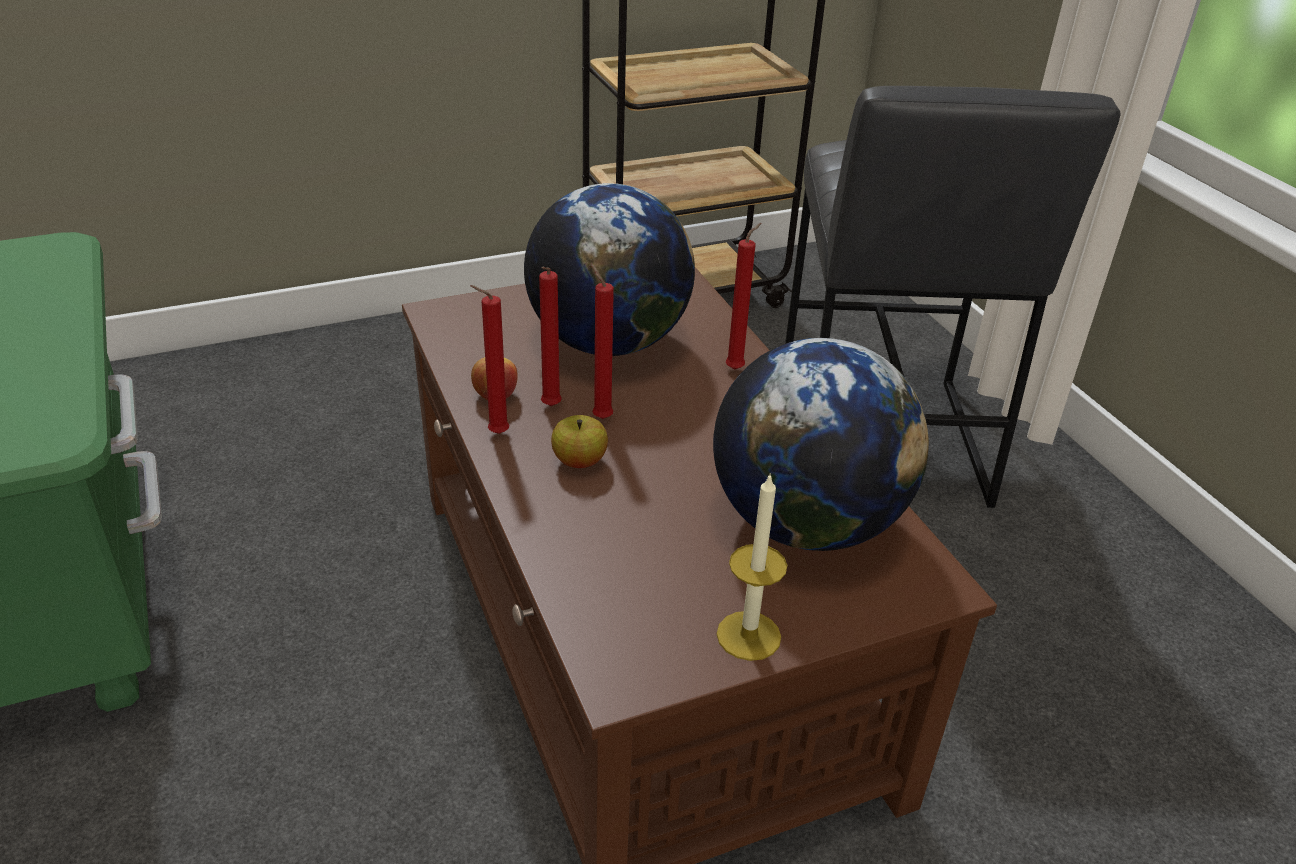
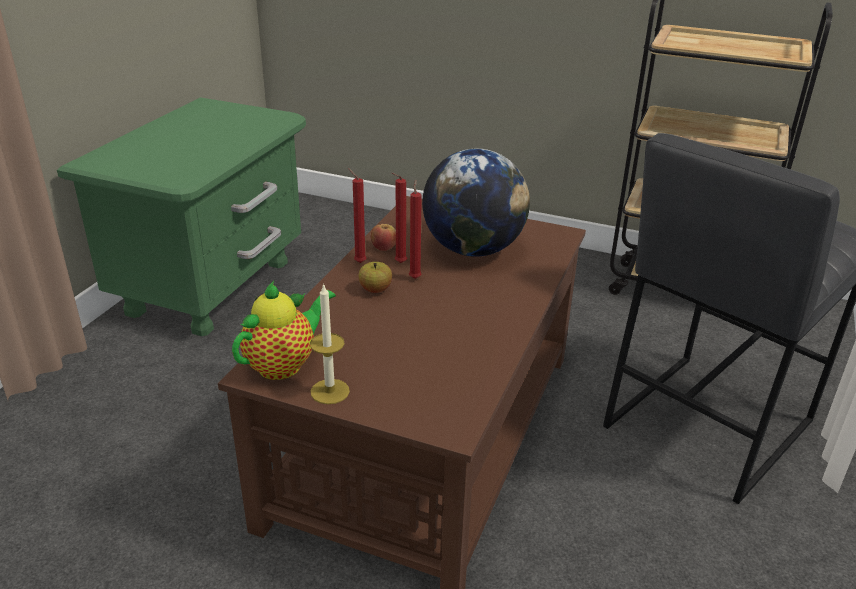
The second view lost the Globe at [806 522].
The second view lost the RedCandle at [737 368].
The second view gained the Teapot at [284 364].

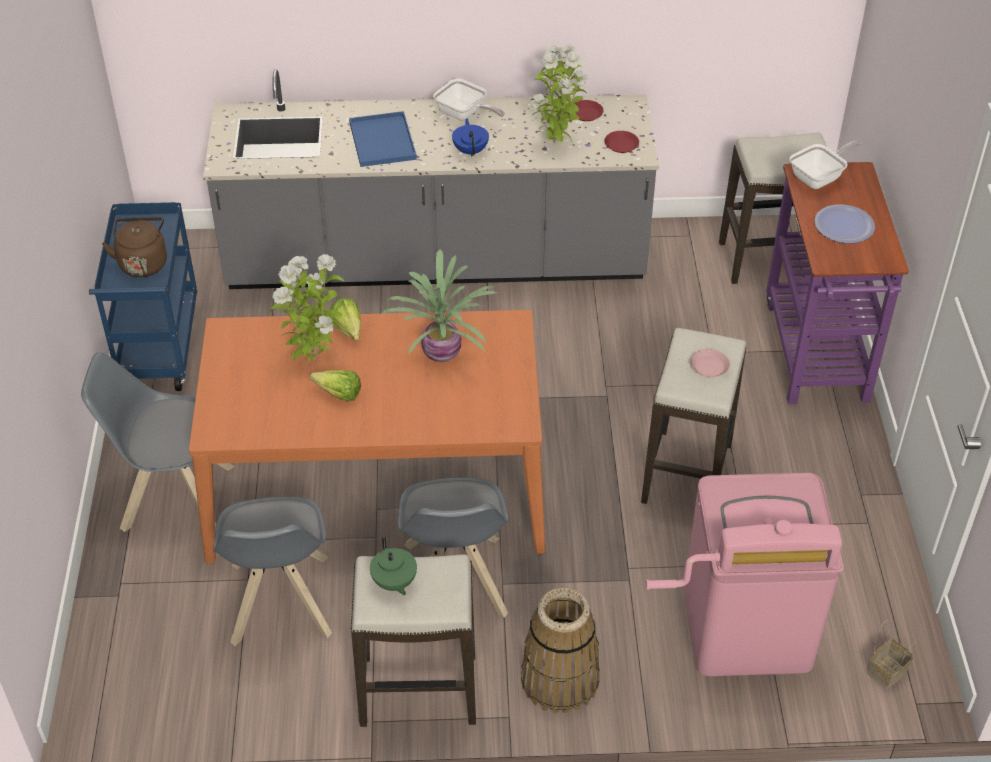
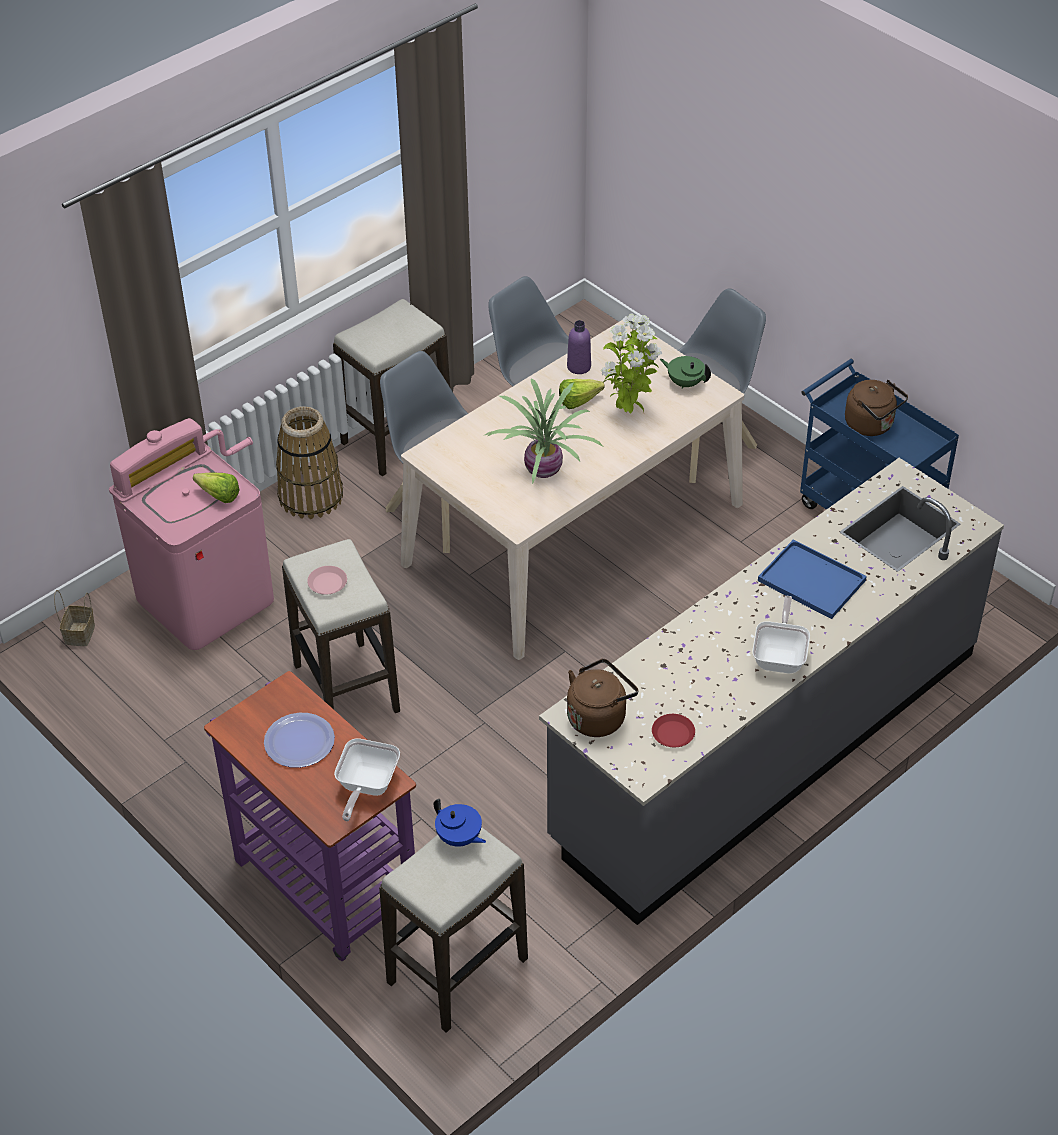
What was the OrangeDiningTable at [377 485] turned into the BeigeDiningTable at [573 533].
The Lettuce ended up elsewhere, having gone from [349 333] to [216 494].
The GreenTeapot ended up elsewhere, having gone from [394 582] to [685 383].
The FryingPan at [464 115] ended up facing another way, 105 degrees clockwise from before.
The BlueTeapot ended up elsewhere, having gone from [471 150] to [459 838].
The second view lost the PottedPlant at [556 144].
Where the RedPlate stood at [621 144], the BrownKettle came to stand at [599 716].
The second view gained the PurpleBottle at [579 367].

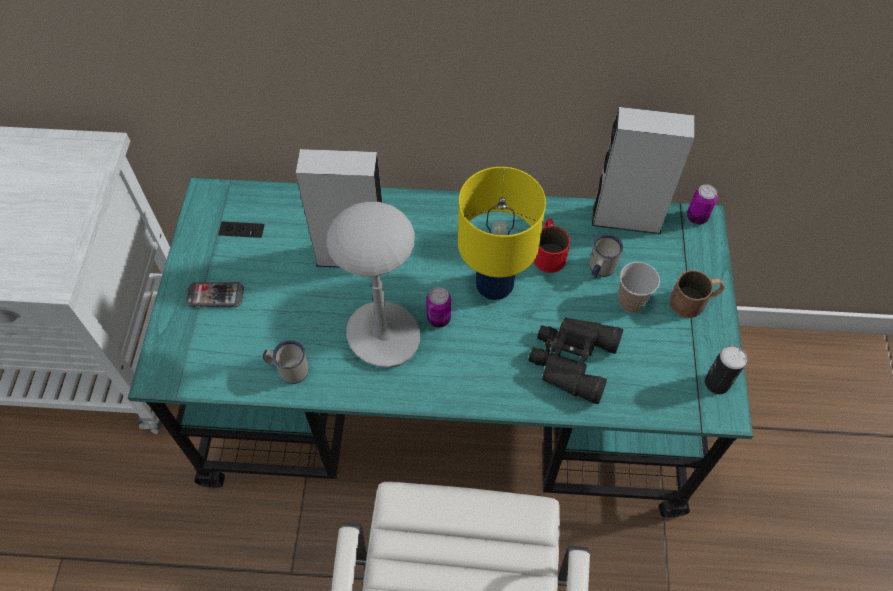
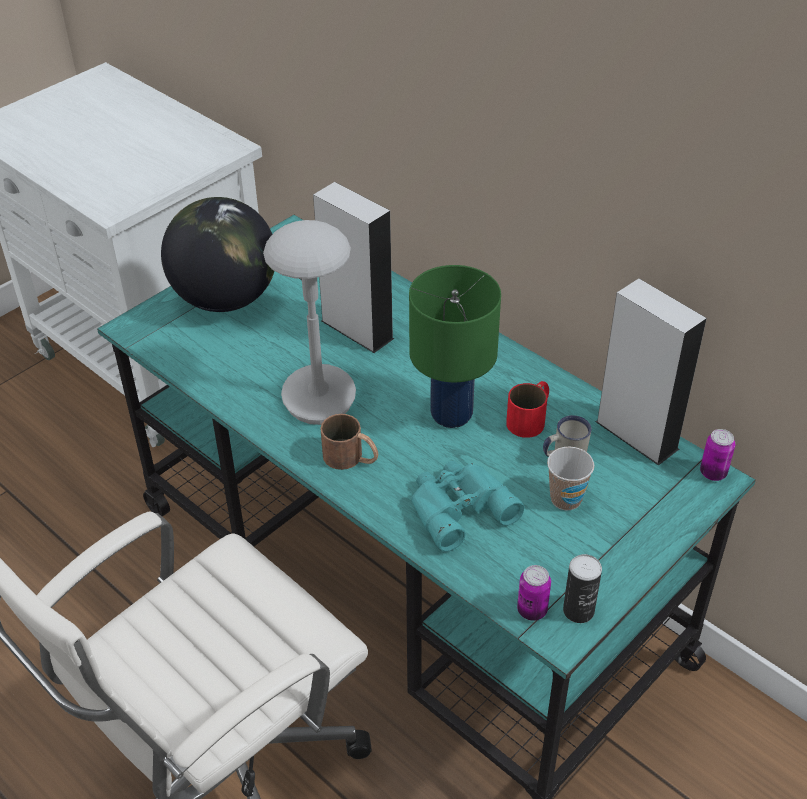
Where the Phone stood at [215 296], the Globe came to stand at [225 299].
The second view lost the WhiteMug at [289 369].
The Can ended up elsewhere, having gone from [439 319] to [532 610].
What was the YellowTableLamp at [496 285] turned into the GreenTableLamp at [454 415].
What was the BlackBinoculars at [571 359] turned into the TurquoiseBinoculars at [458 507].
The BrownMug ended up elsewhere, having gone from [695 301] to [351 458].

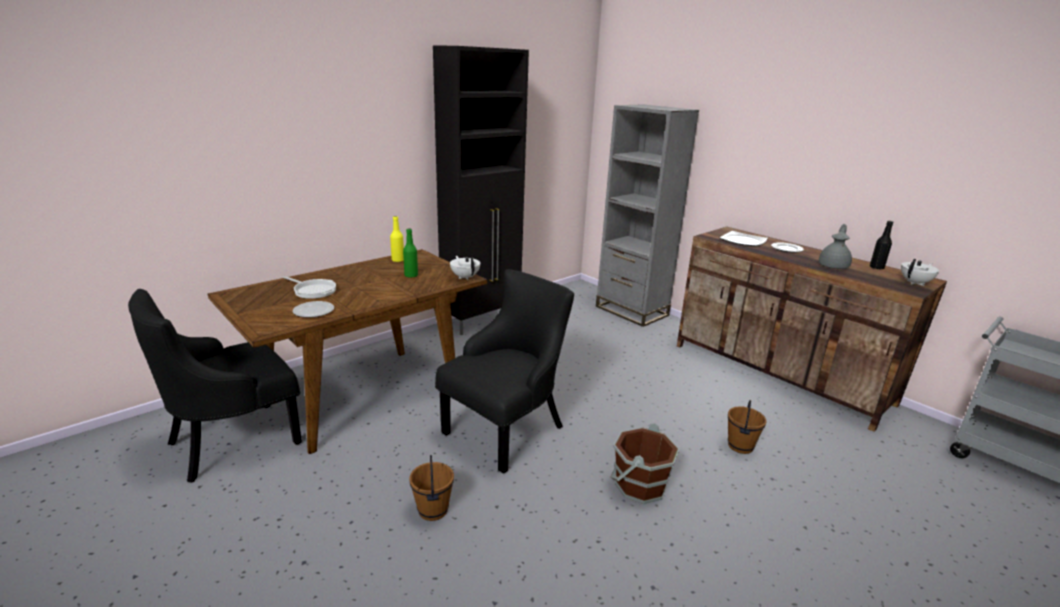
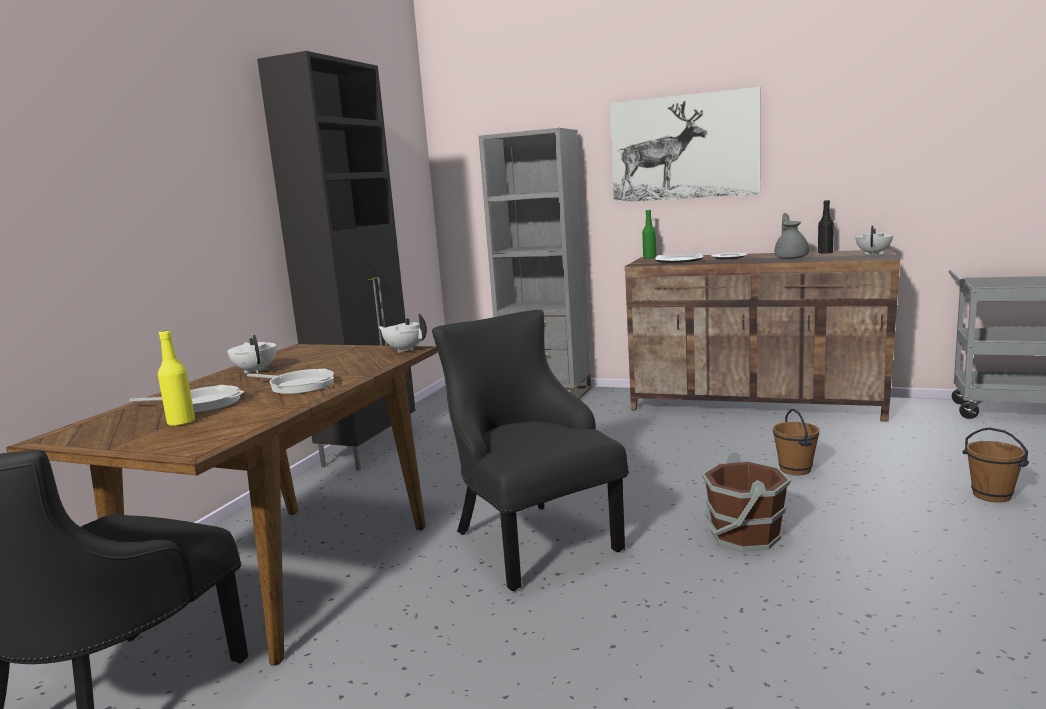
The second view lost the Plate at [314 311].
The YellowBottle ended up elsewhere, having gone from [398 260] to [181 422].
The GreenBottle ended up elsewhere, having gone from [411 275] to [649 258].
The BrownBucket ended up elsewhere, having gone from [432 510] to [991 496].
The BlackChair at [504 433] ended up facing another way, 45 degrees counterclockwise from before.
The second view gained the WhiteTeapot at [256 371].
The second view gained the FryingPan at [299 385].
The second view gained the Picture at [683 147].

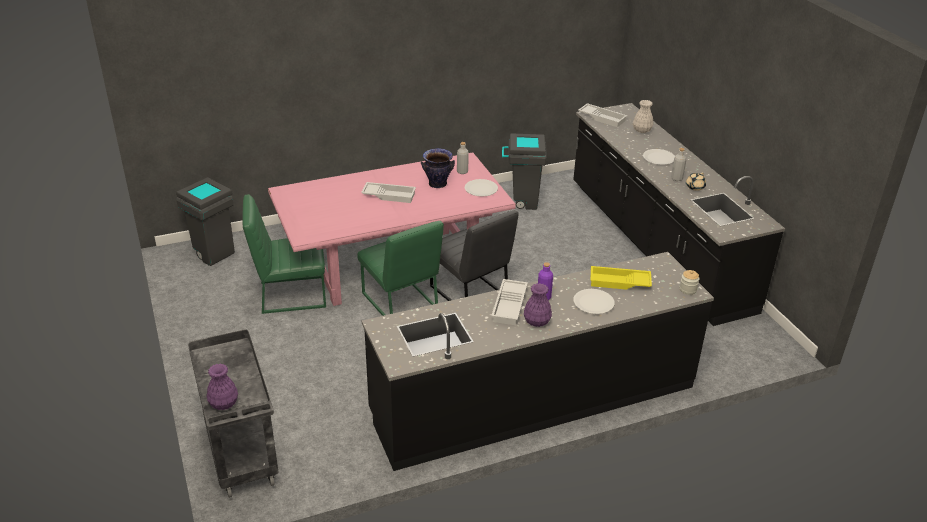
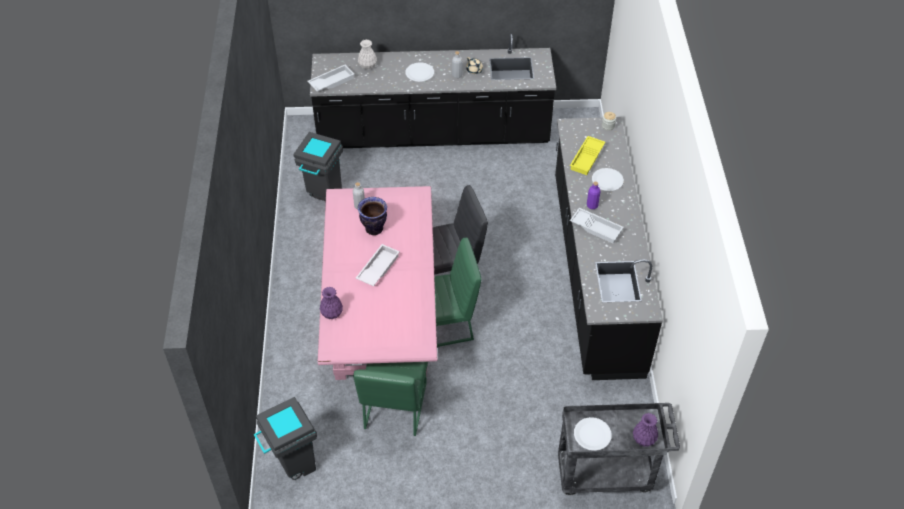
The WhitePlate ended up elsewhere, having gone from [481 189] to [592 434].
The PurpleVase ended up elsewhere, having gone from [537 322] to [332 313].

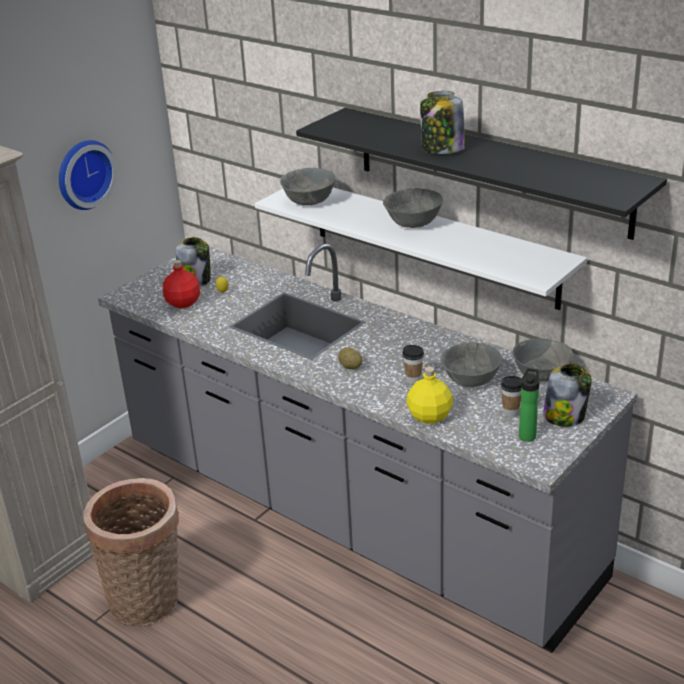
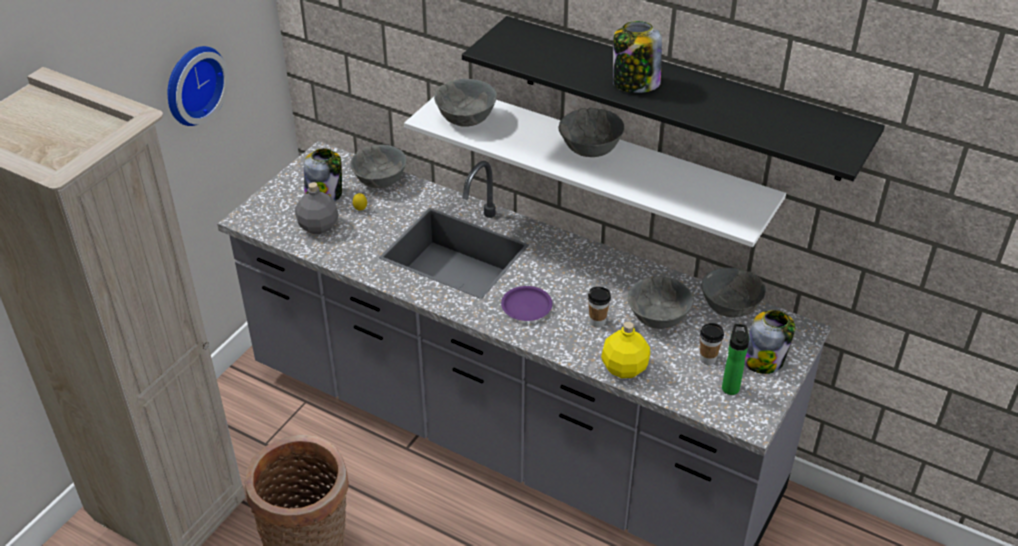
What was the RedBottle at [182 303] turned into the GreyBottle at [318 227].
Where the Potato stood at [350 367], the PurplePlate came to stand at [526 307].
The second view gained the GreyBowl at [380 181].

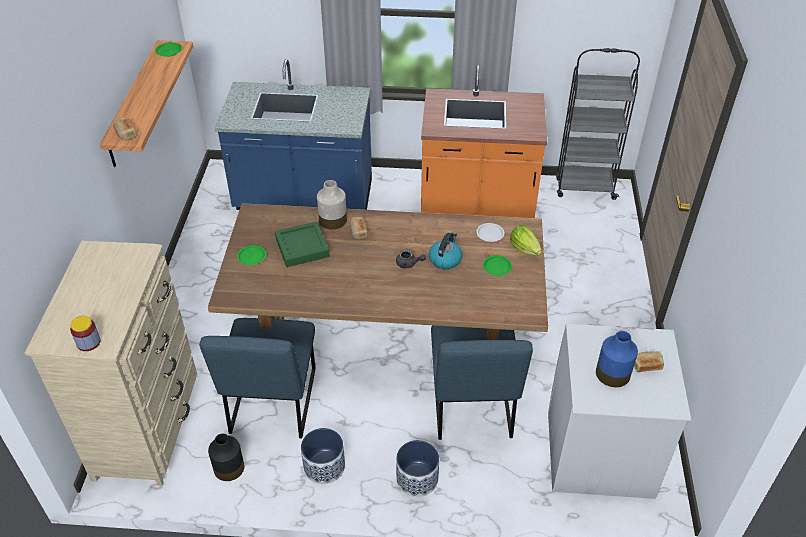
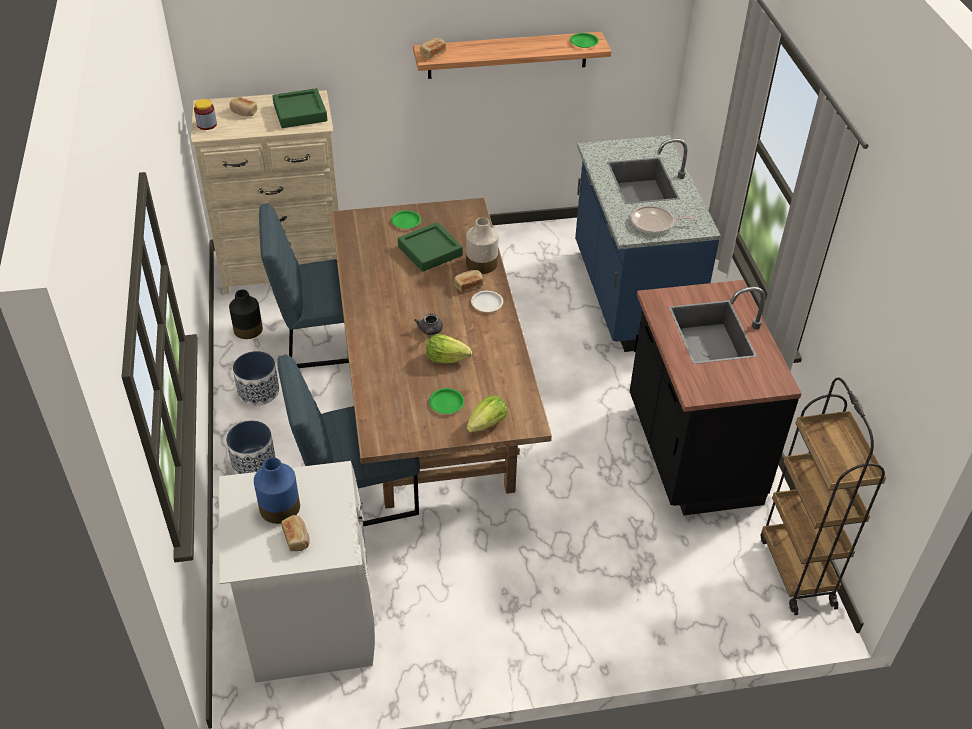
What was the OrangeCounter at [476 208] turned into the BlackCounter at [690 453].
Where the Kettle stood at [445 259], the Lettuce came to stand at [446 358].
The WhitePlate ended up elsewhere, having gone from [490 234] to [487 303].
What was the GreyCart at [584 189] turned into the BrownCart at [797 571].
The second view gained the Bread at [243 112].
The second view gained the GreenTray at [300 113].
The second view gained the FryingPan at [654 224].

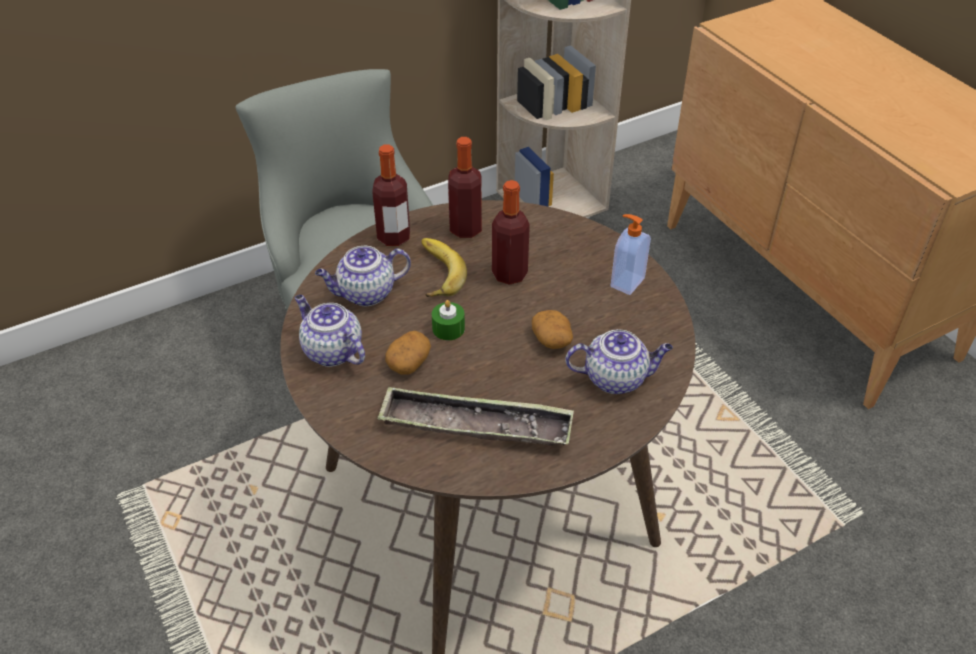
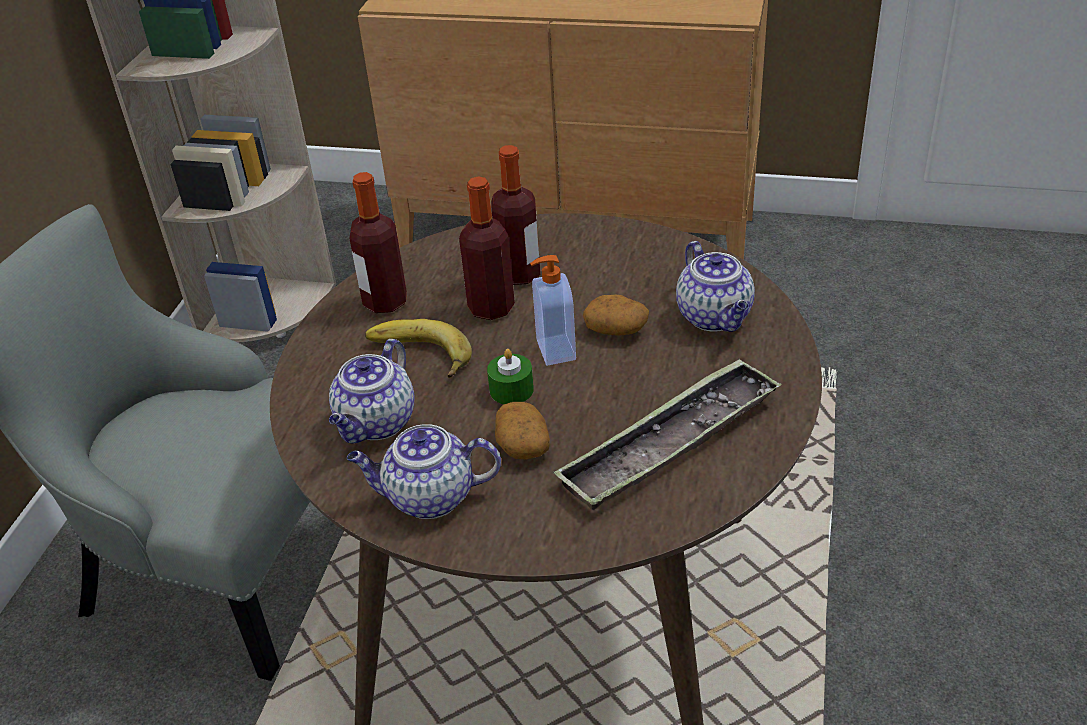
The Bottle ended up elsewhere, having gone from [394 237] to [519 274].
The Teapot at [616 378] ended up facing another way, 120 degrees clockwise from before.
The SoapDispenser ended up elsewhere, having gone from [626 282] to [554 350].

